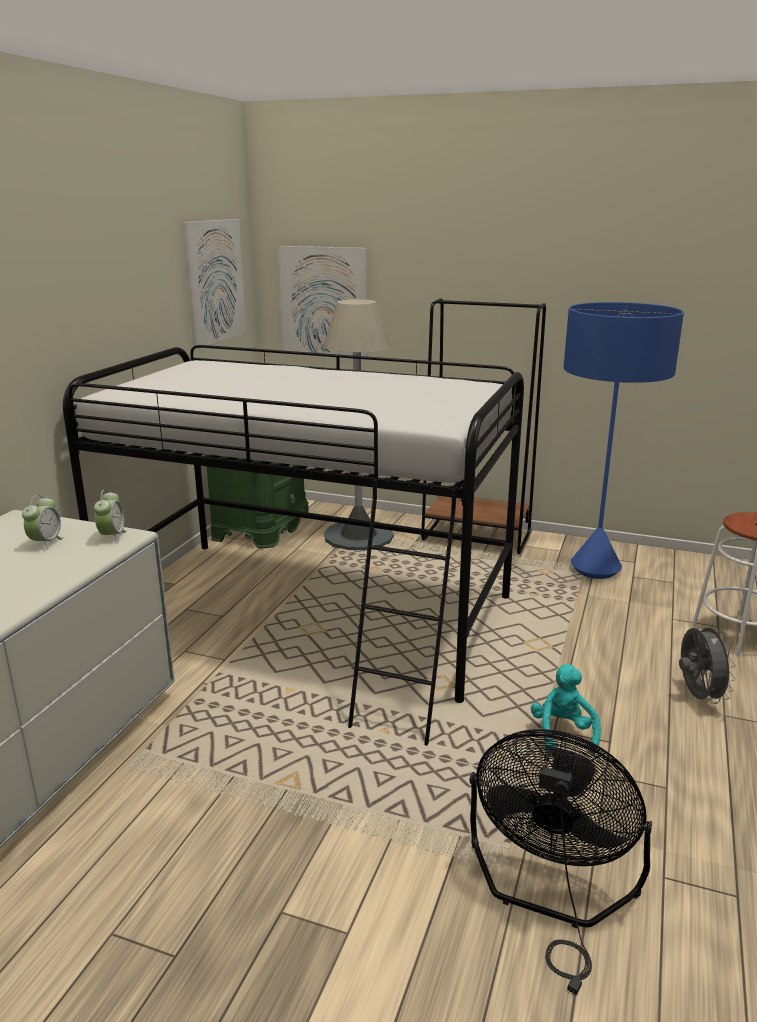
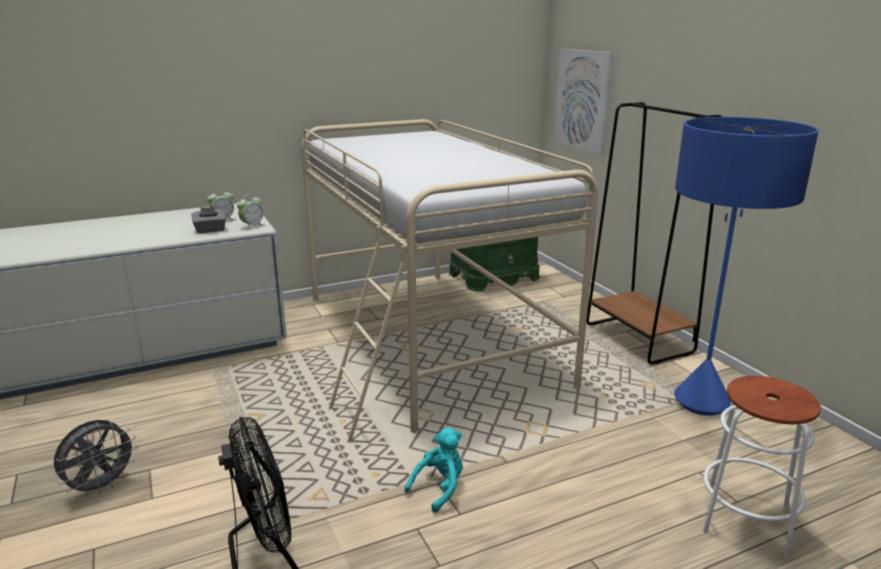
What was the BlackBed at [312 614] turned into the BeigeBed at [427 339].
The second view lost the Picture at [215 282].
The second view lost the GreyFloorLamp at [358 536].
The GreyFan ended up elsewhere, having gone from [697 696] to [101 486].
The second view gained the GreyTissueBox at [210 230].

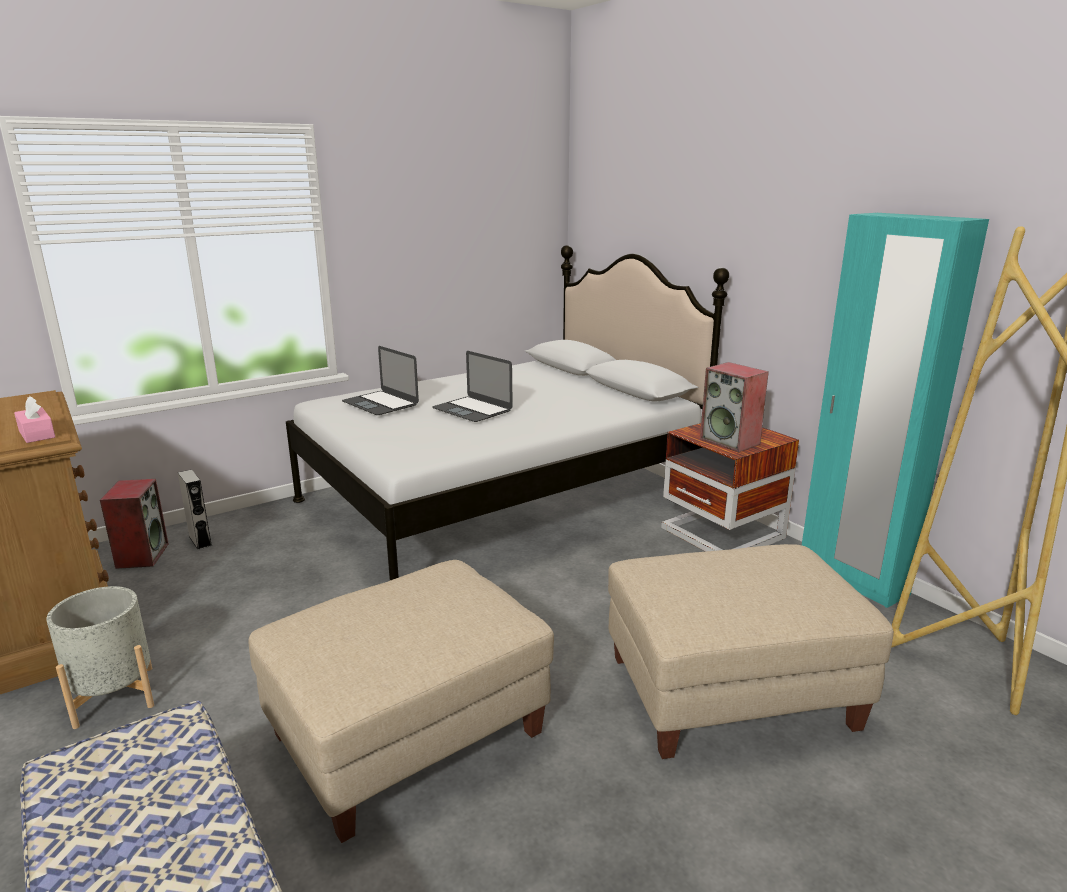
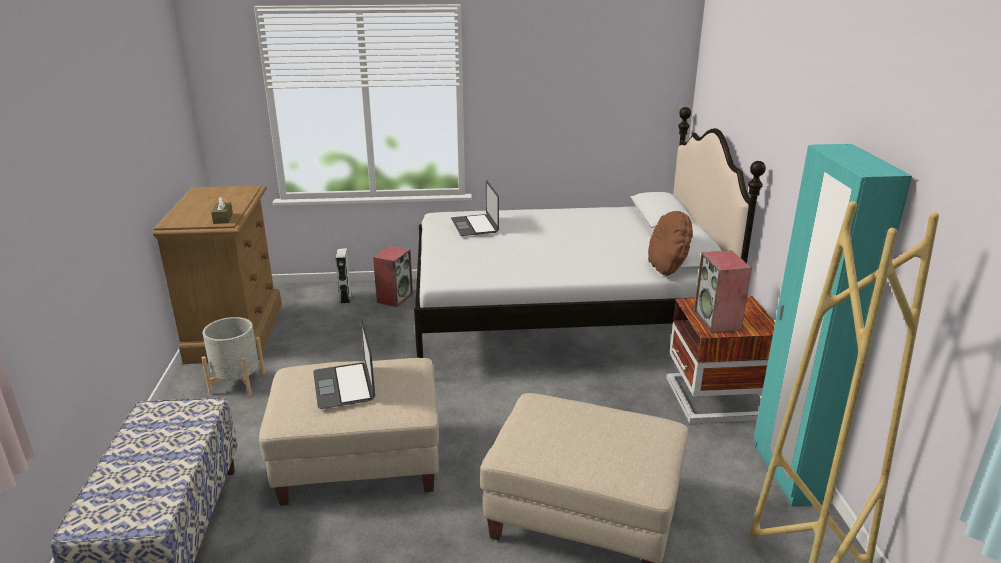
What was the PinkTissueBox at [37 434] turned into the BrownTissueBox at [223 218].
The Speaker ended up elsewhere, having gone from [142 555] to [394 298].
The Laptop ended up elsewhere, having gone from [472 409] to [344 385].
The second view gained the BrownPillow at [667 269].

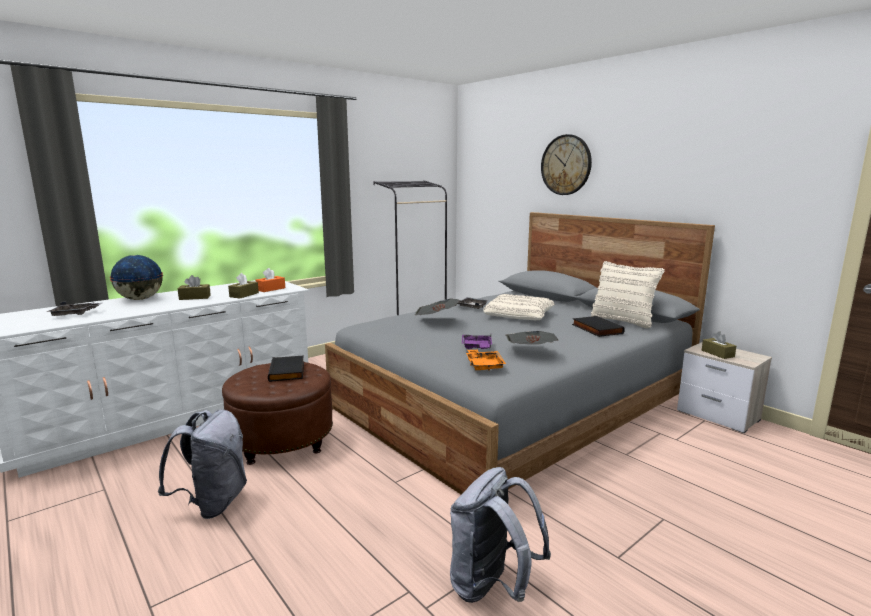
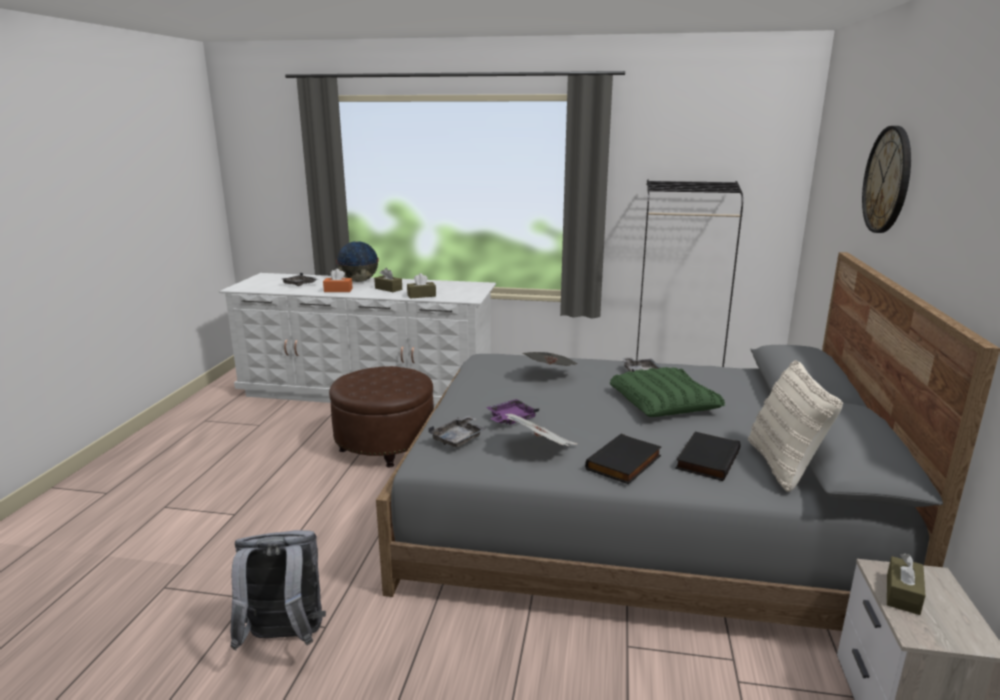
The second view lost the GreyBackpack at [213 503].
The OrangeTissueBox ended up elsewhere, having gone from [271 289] to [338 290].
The BlackBook ended up elsewhere, having gone from [288 371] to [625 463].
What was the OrangeTray at [484 365] turned into the GreyTray at [459 438].
What was the BeigePillow at [519 315] turned into the GreenPillow at [664 404].

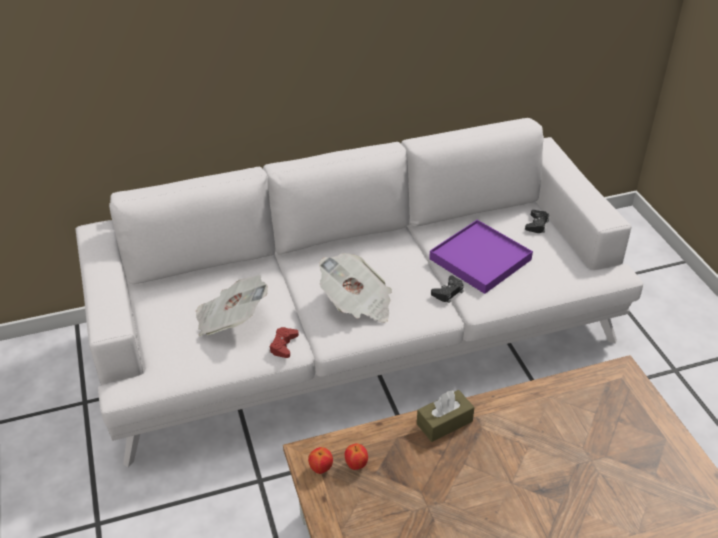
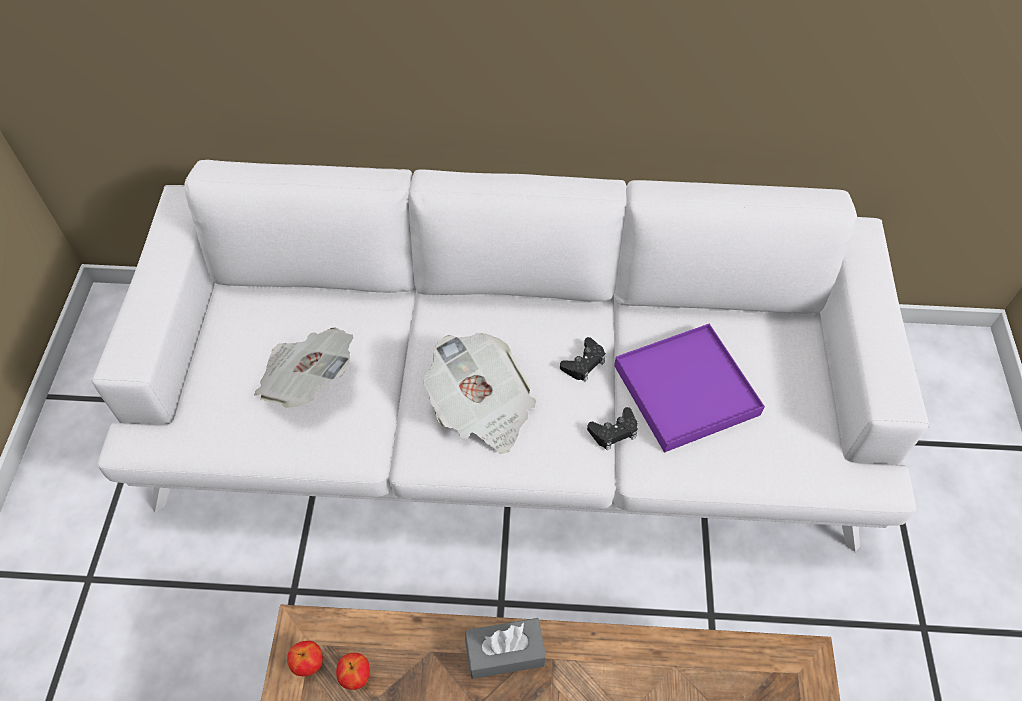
The second view lost the RedGameController at [283 345].
What was the BrownTissueBox at [444 422] turned into the GreyTissueBox at [505 652].
The BlackGameController ended up elsewhere, having gone from [537 224] to [584 363].

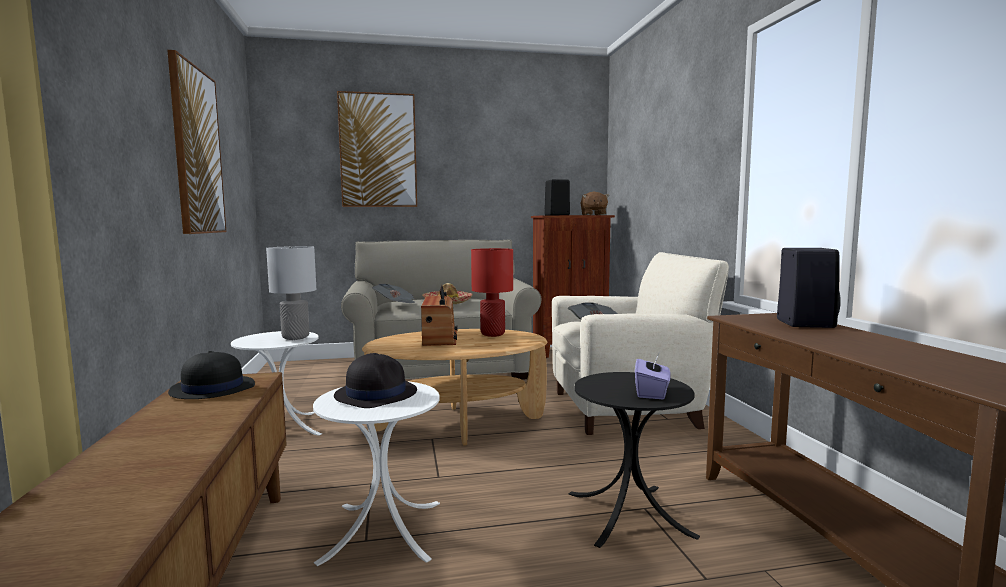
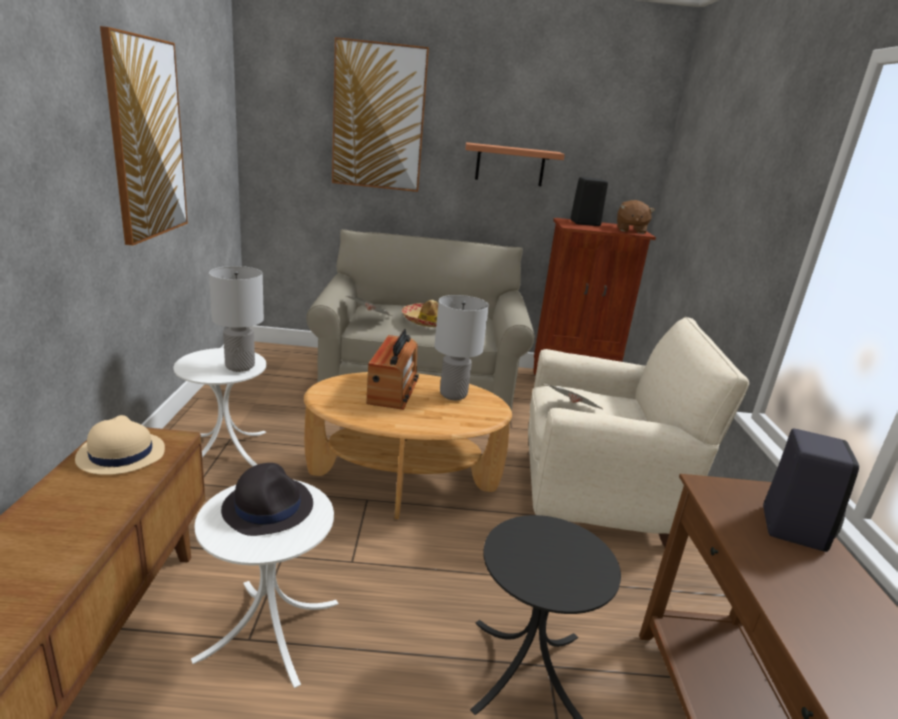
What was the BlackHat at [212 389] turned into the BeigeHat at [120 454].
What was the RedTableLamp at [492 335] turned into the GreyTableLamp at [452 396].
The second view lost the PurpleTissueBox at [652 392].
The second view gained the Shelf at [510 165].

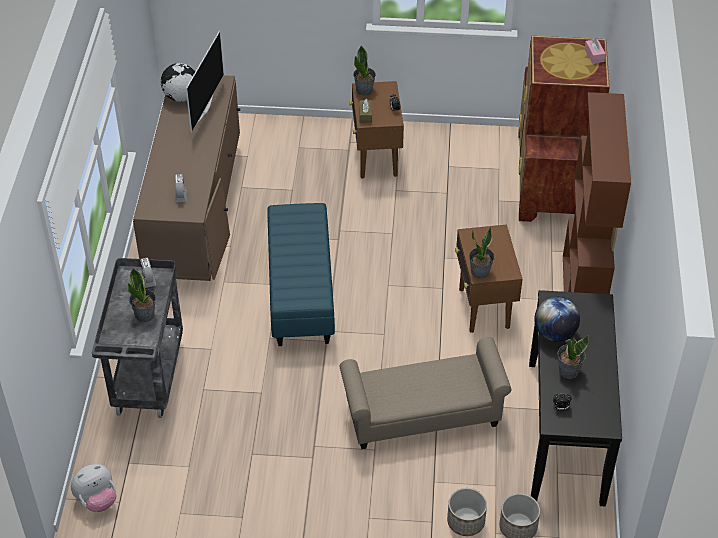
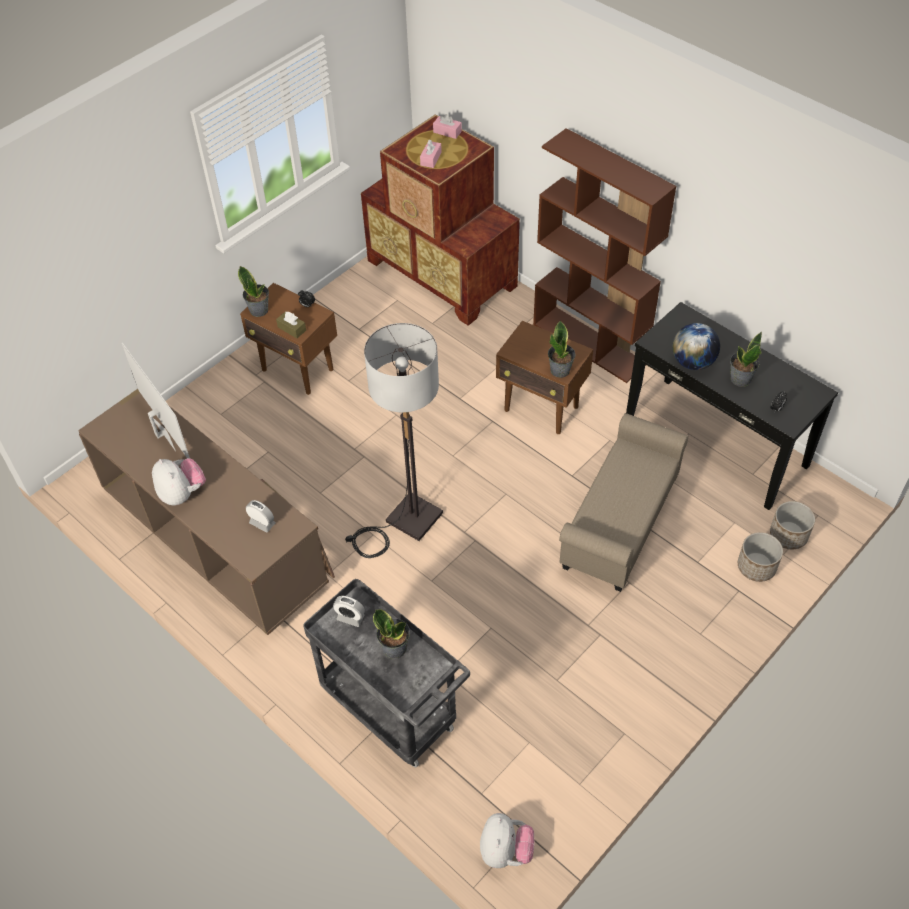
The second view lost the Globe at [181 97].
Where the BlueOttoman stood at [300 294], the FloorLamp came to stand at [401 525].
The second view gained the PlushToy at [182 493].
The second view gained the PinkTissueBox at [431 159].

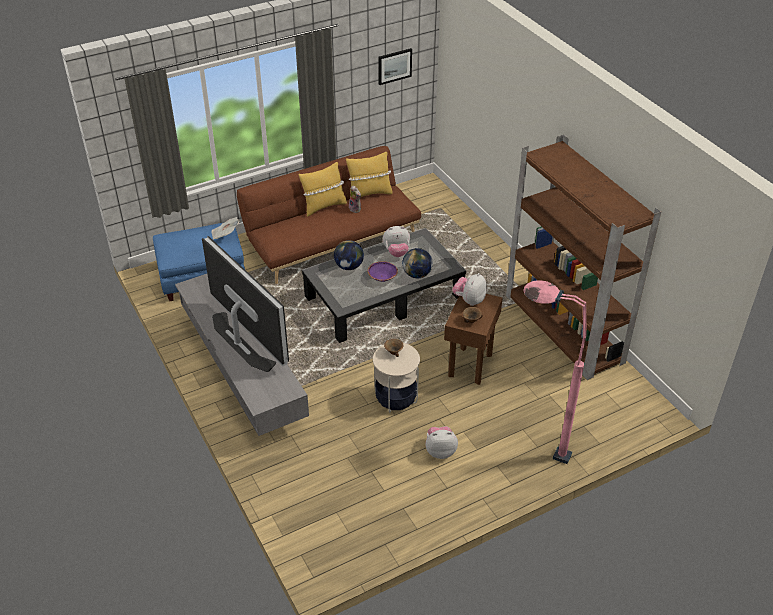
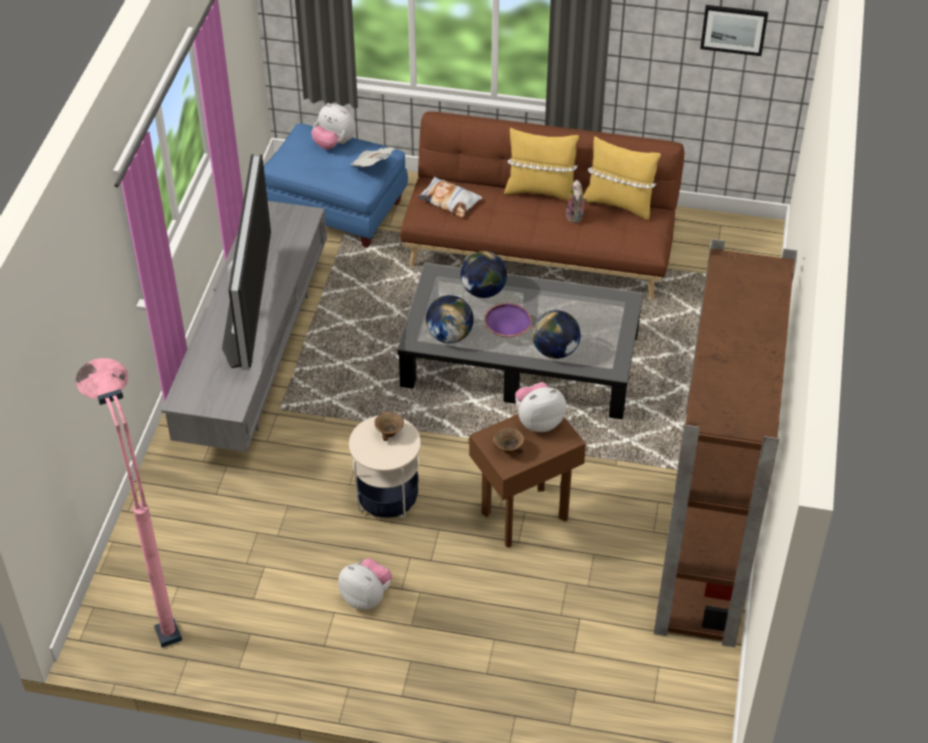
The PlushToy ended up elsewhere, having gone from [396 252] to [334 143].
The PinkFloorLamp ended up elsewhere, having gone from [532 445] to [155 598].
The second view gained the Pillow at [449 201].
The second view gained the Globe at [449 335].

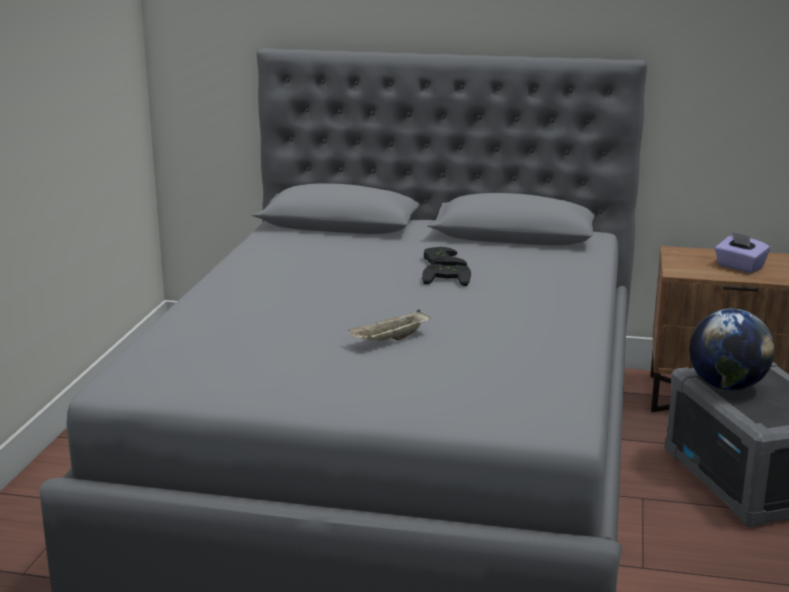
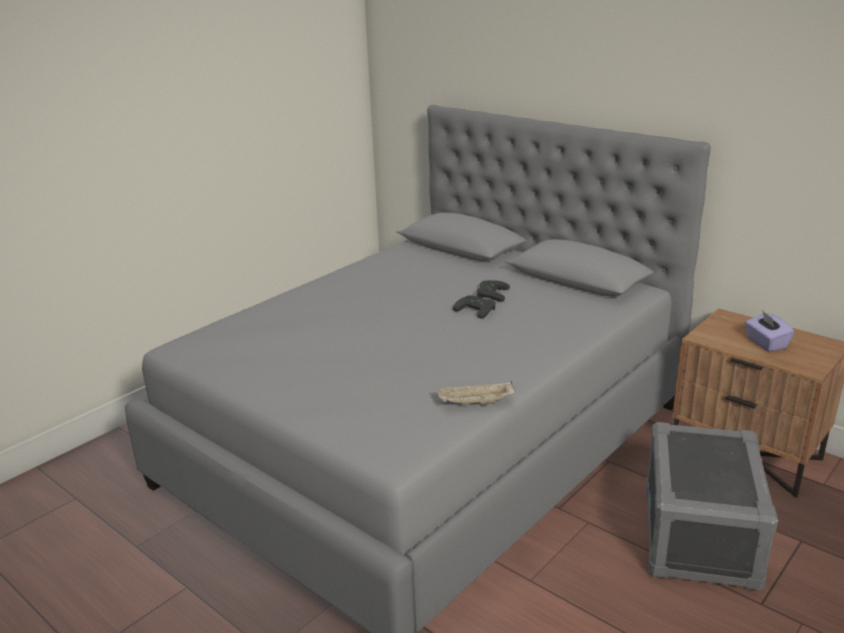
The BeigeTray ended up elsewhere, having gone from [390 340] to [475 404].
The second view lost the Globe at [726 386].

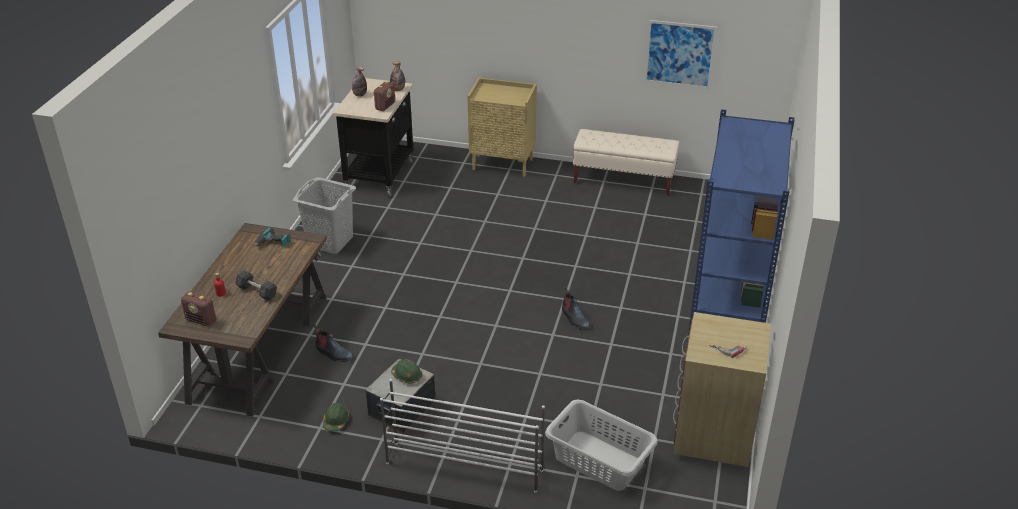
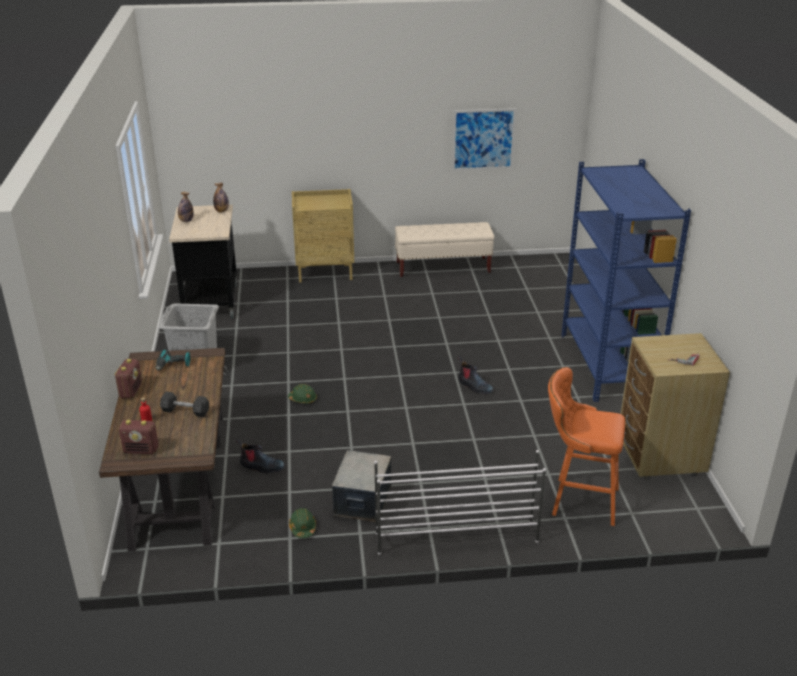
The Radio ended up elsewhere, having gone from [385 106] to [131 391].
The GreenHardHat ended up elsewhere, having gone from [407 376] to [303 399].
Where the GreyLaundryBasket stood at [599 460], the OrangeStool came to stand at [575 499].

